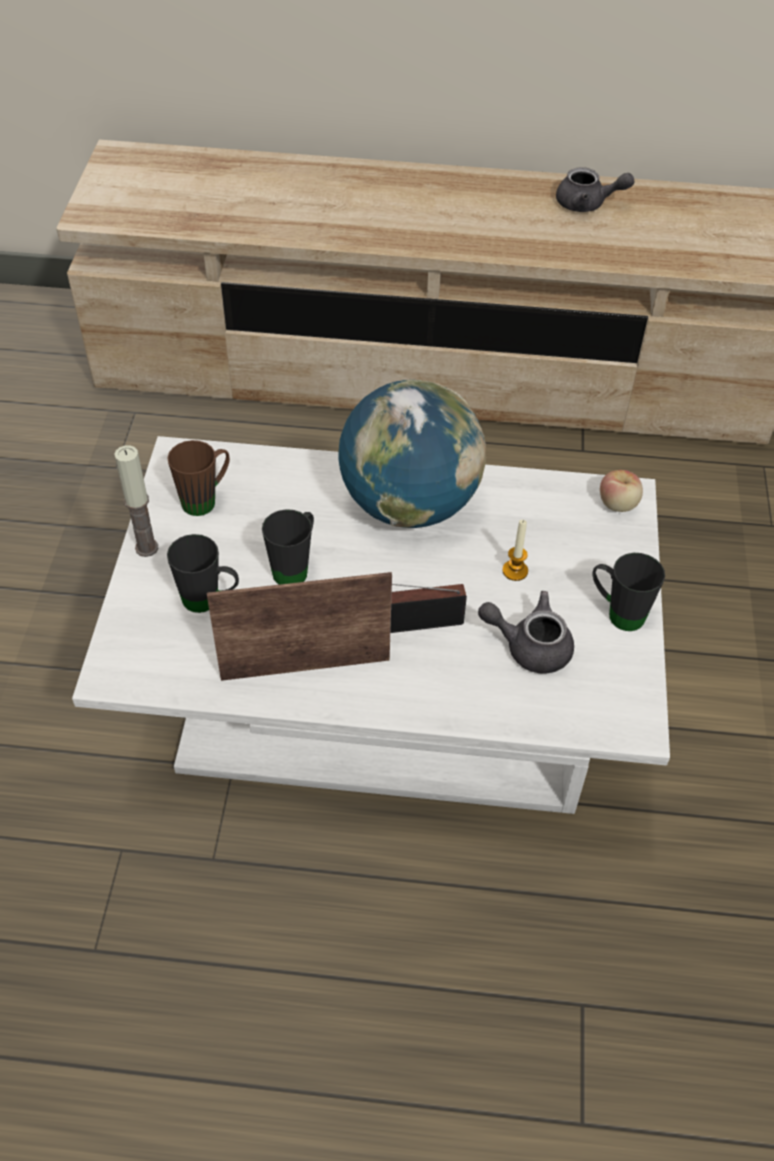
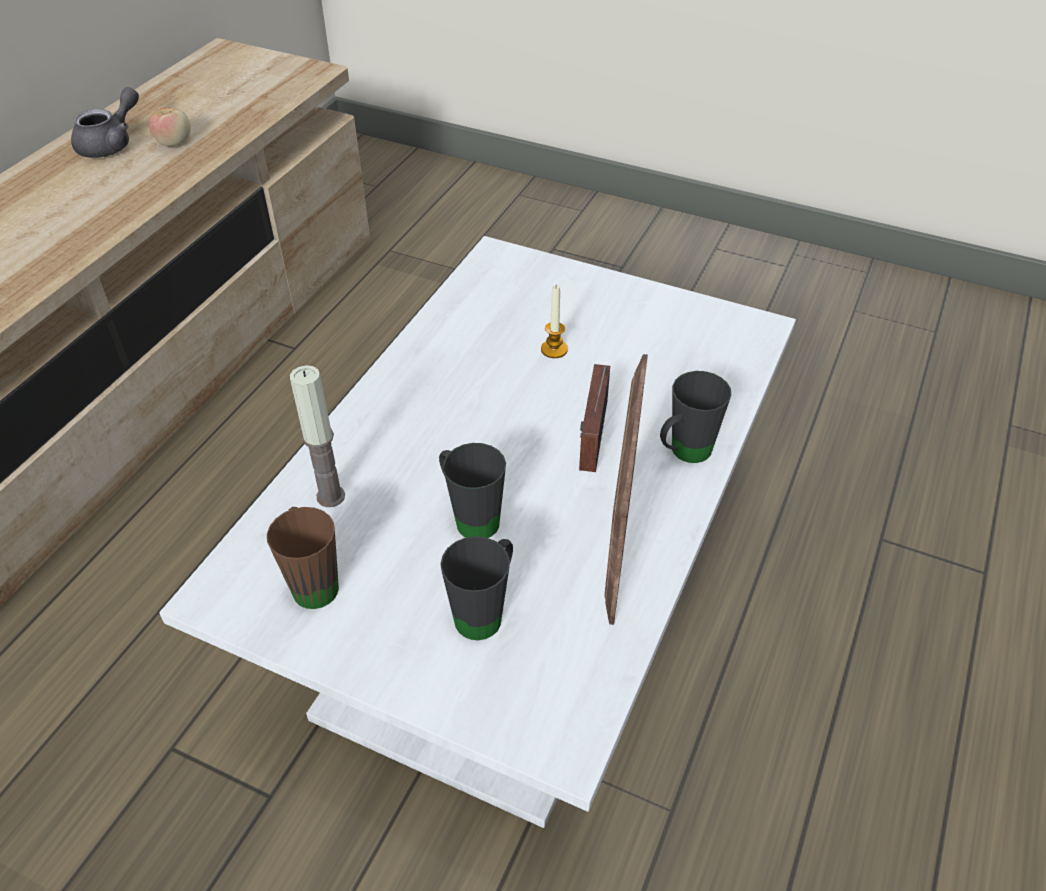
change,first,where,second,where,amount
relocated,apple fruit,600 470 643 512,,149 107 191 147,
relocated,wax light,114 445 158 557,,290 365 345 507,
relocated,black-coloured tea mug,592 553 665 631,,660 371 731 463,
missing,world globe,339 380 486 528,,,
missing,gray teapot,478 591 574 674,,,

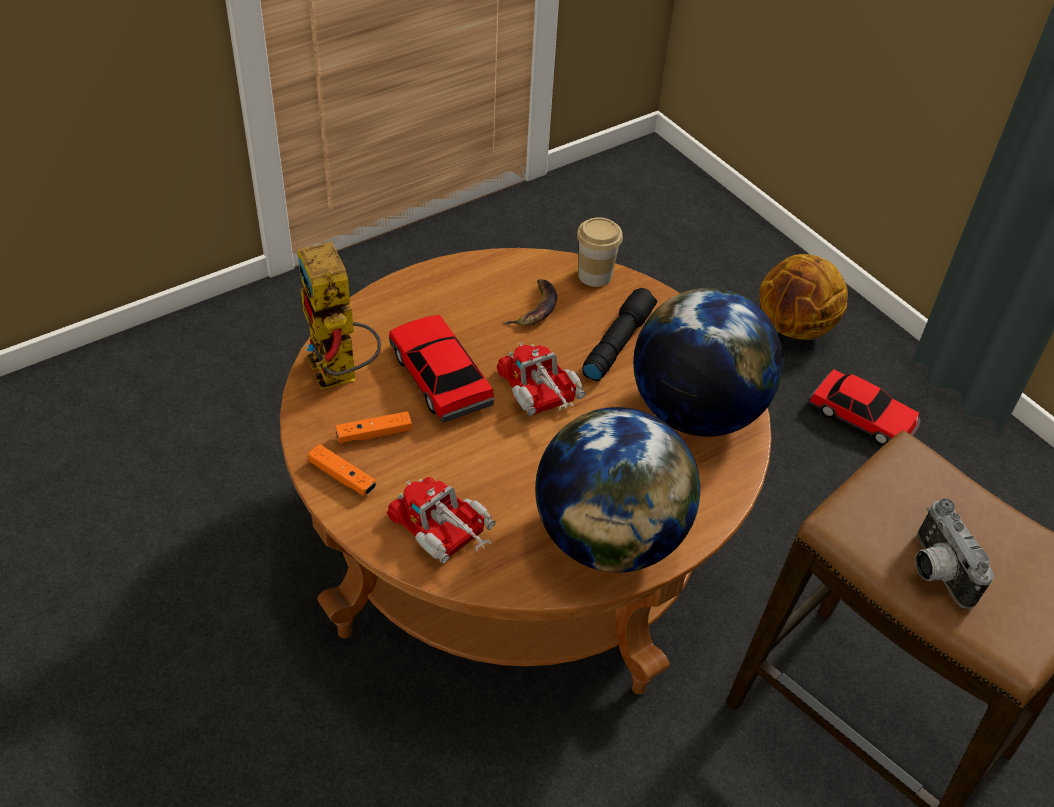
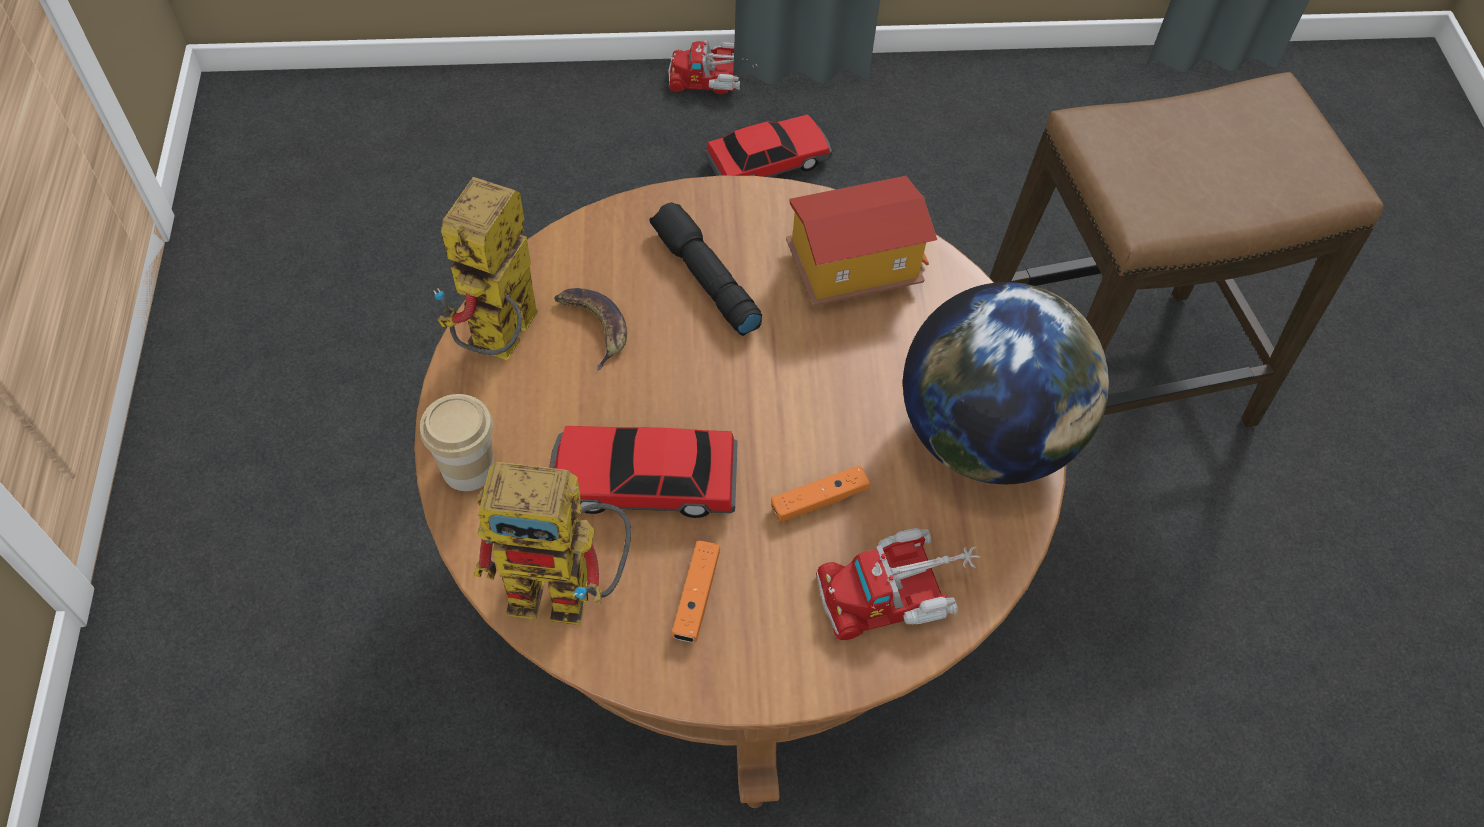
change,first,where,second,where,amount
relocated,cup,577 217 623 287,,420 394 494 491,
appeared,,,robot figure,433 177 538 360,
relocated,toy lorry,497 342 586 416,,669 40 758 94,
relocated,orange joypad,308 444 376 496,,771 465 870 522,
exchanged,world globe,633 288 783 437,miniature house,786 176 937 306,
missing,ball for basketball,759 254 848 340,,,
missing,still camera,915 498 994 609,,,

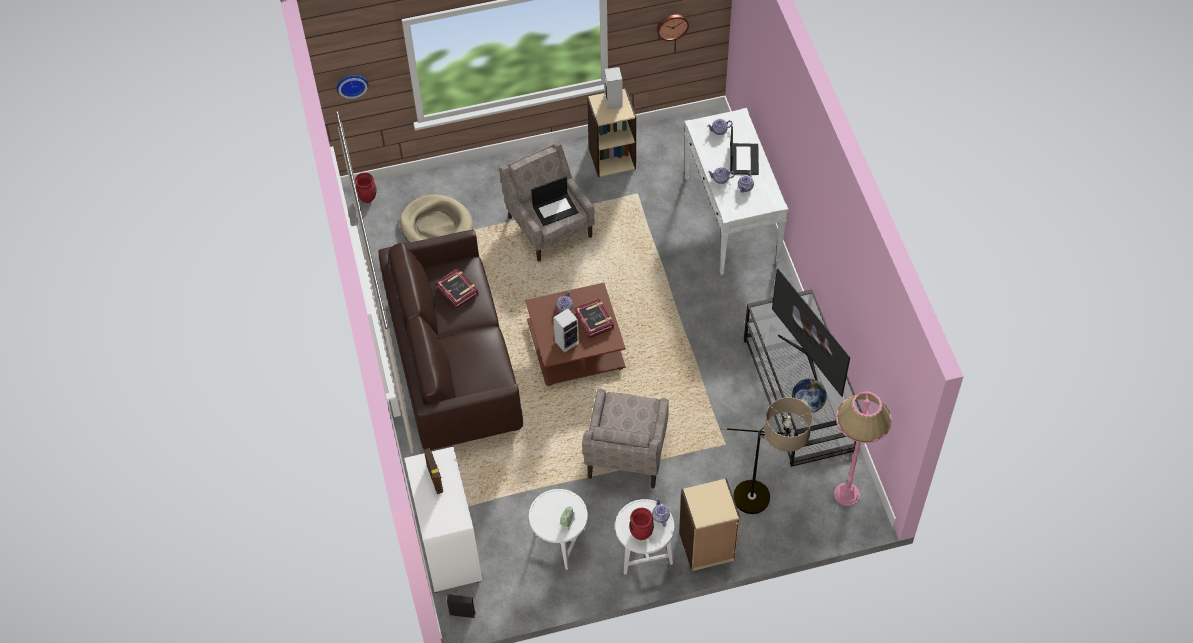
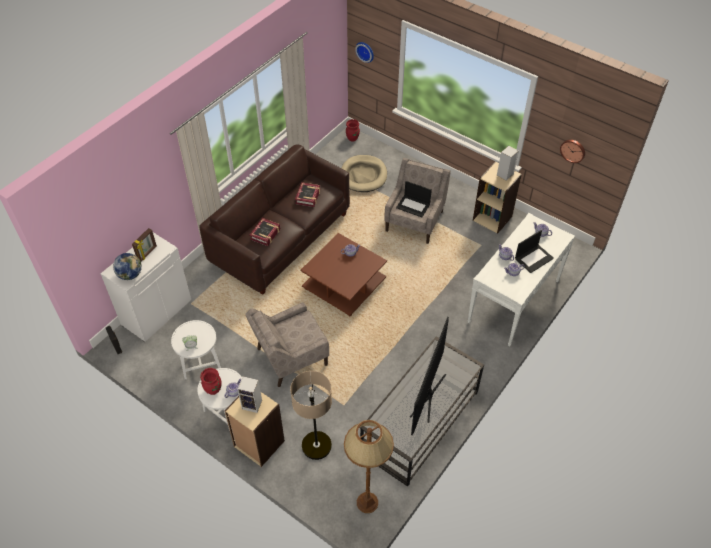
change,first,where,second,where,amount
relocated,world globe,792 379 827 413,,113 253 142 280,
relocated,speaker,553 308 579 353,,237 376 262 413,
relocated,volume,574 298 614 339,,249 218 280 246,
colour,pinkish standing lamp,834 391 892 506,brown standing lamp,344 420 394 513,

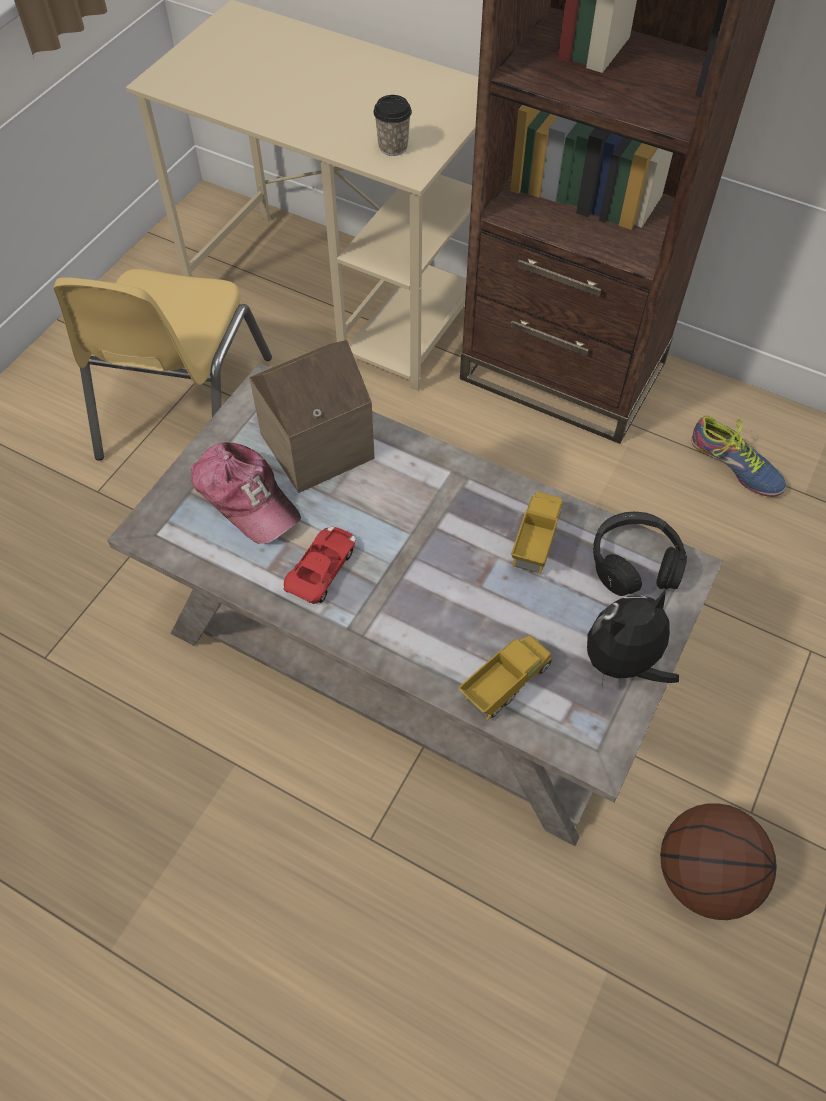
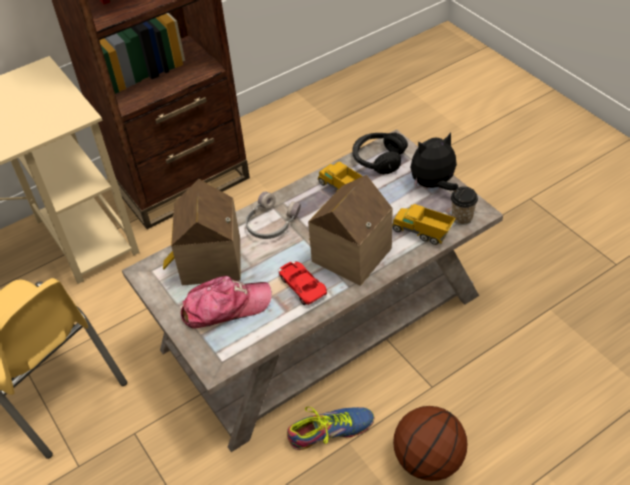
change,first,where,second,where,amount
appeared,,,gray headphones,246 191 301 239,
relocated,item of footwear,691 416 786 497,,287 407 375 450,
appeared,,,miniature house,308 175 393 286,
spun,toy lorry,458 635 552 720,,392 204 456 245,45 degrees counterclockwise
relocated,ball for basketball,660 803 777 920,,393 406 467 481,
spun,soft toy,587 589 679 683,,410 133 459 191,75 degrees clockwise
relocated,cup,373 95 412 156,,451 186 478 225,

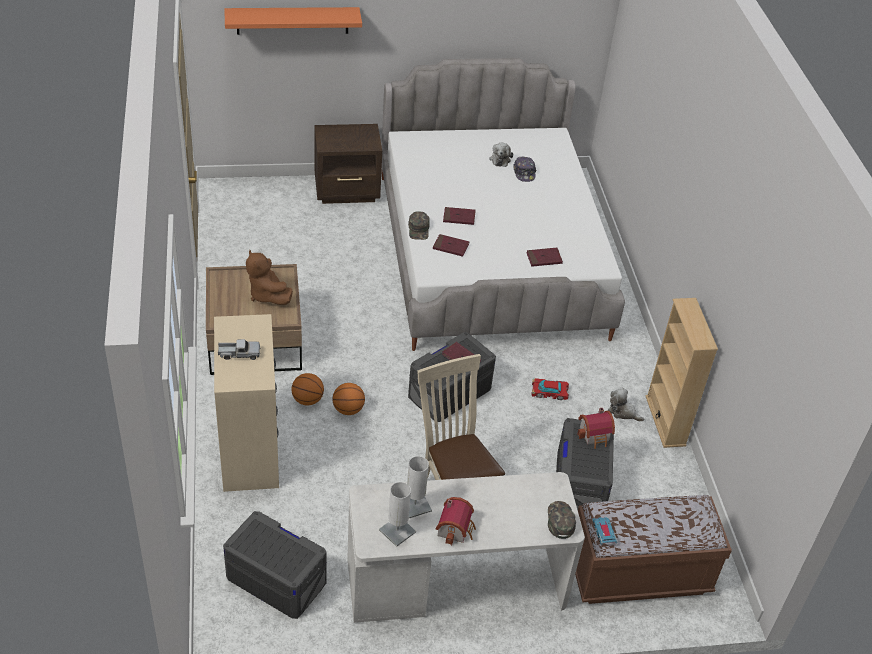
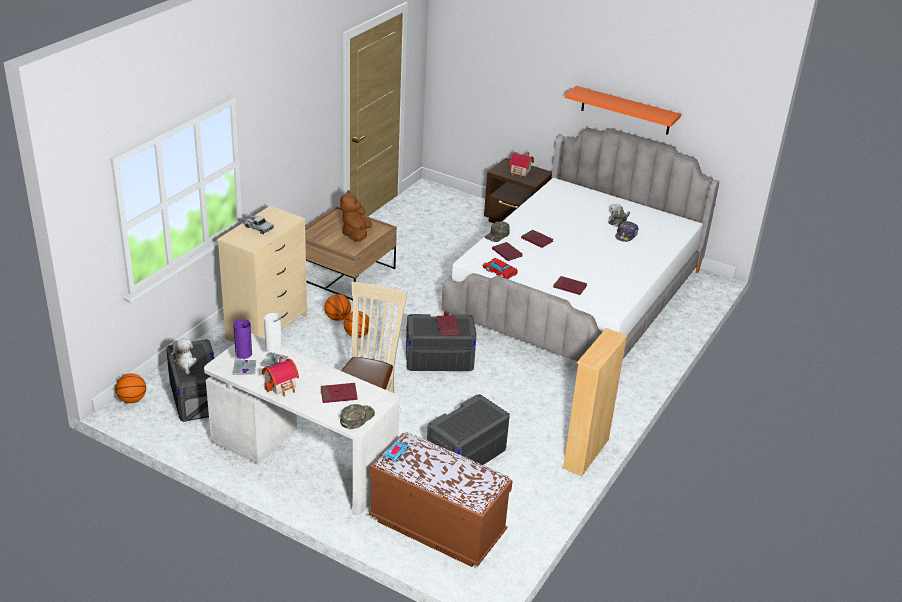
change,first,where,second,where,amount
appeared,,,ball for basketball,115 373 146 403,
relocated,soft toy,608 387 644 421,,170 338 197 375,
colour,white table lamp,379 482 416 547,purple-coloured table lamp,233 319 256 375,
appeared,,,reddish volume,321 383 358 403,
relocated,miniature car,532 378 569 400,,482 258 518 279,
relocated,miniature house,577 408 615 449,,509 152 534 177,
relocated,orange shelf,225 7 362 35,,565 86 681 135,

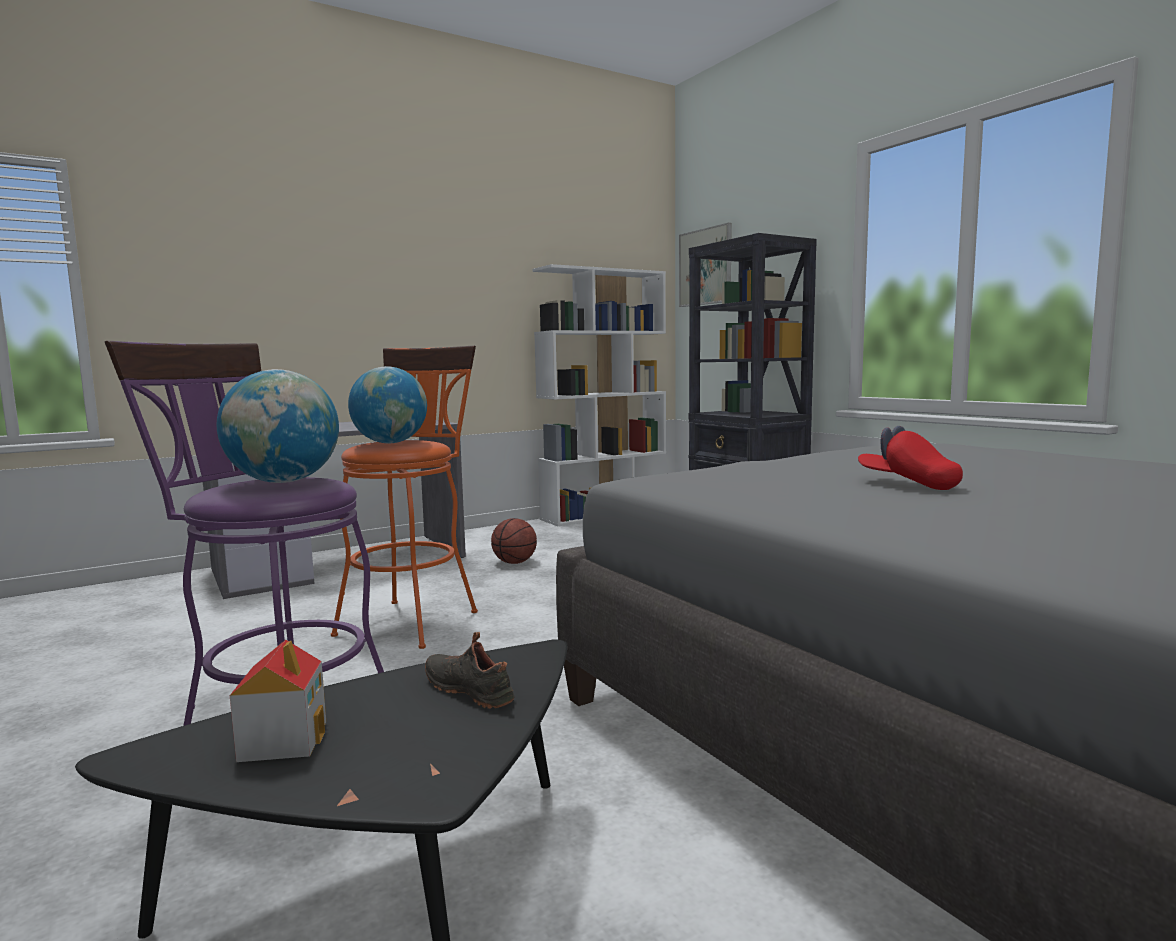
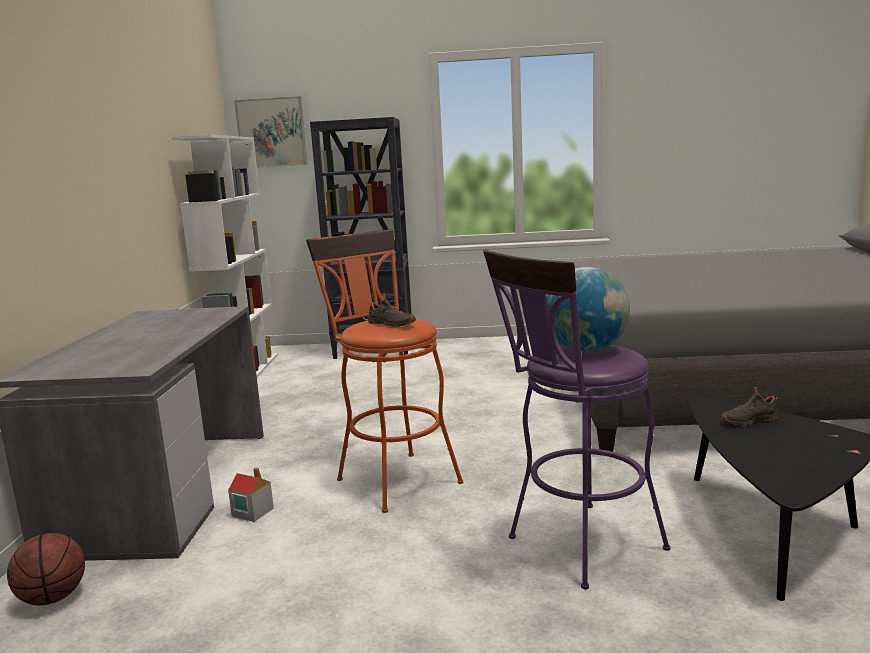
change,first,where,second,where,amount
relocated,ball for basketball,491 518 537 564,,7 533 85 606,
relocated,miniature house,230 640 326 762,,228 467 274 522,
exchanged,world globe,348 366 427 443,black-coloured item of footwear,368 294 416 327,
missing,reddish baseball cap,858 426 963 490,,,

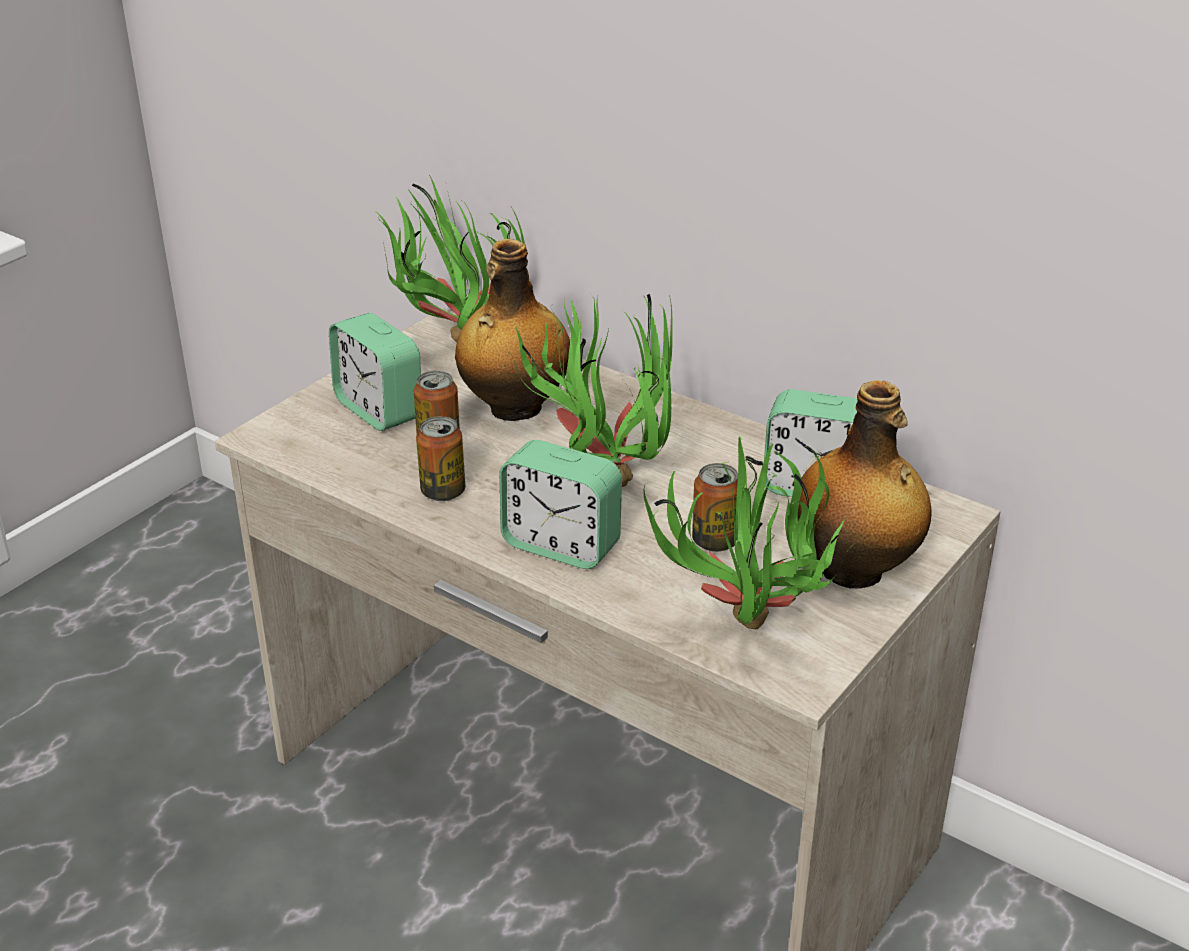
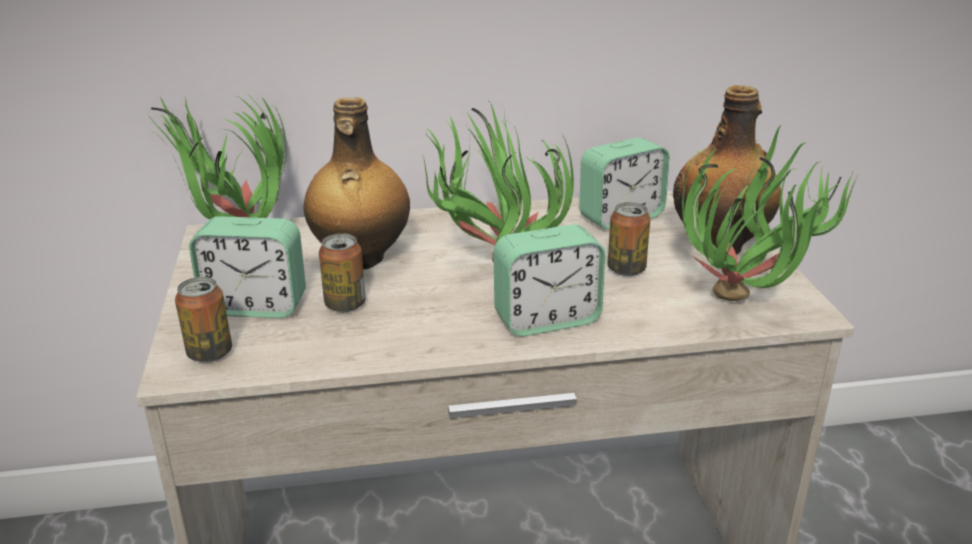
change,first,where,second,where,amount
relocated,can,416 416 465 501,,175 277 232 363,

